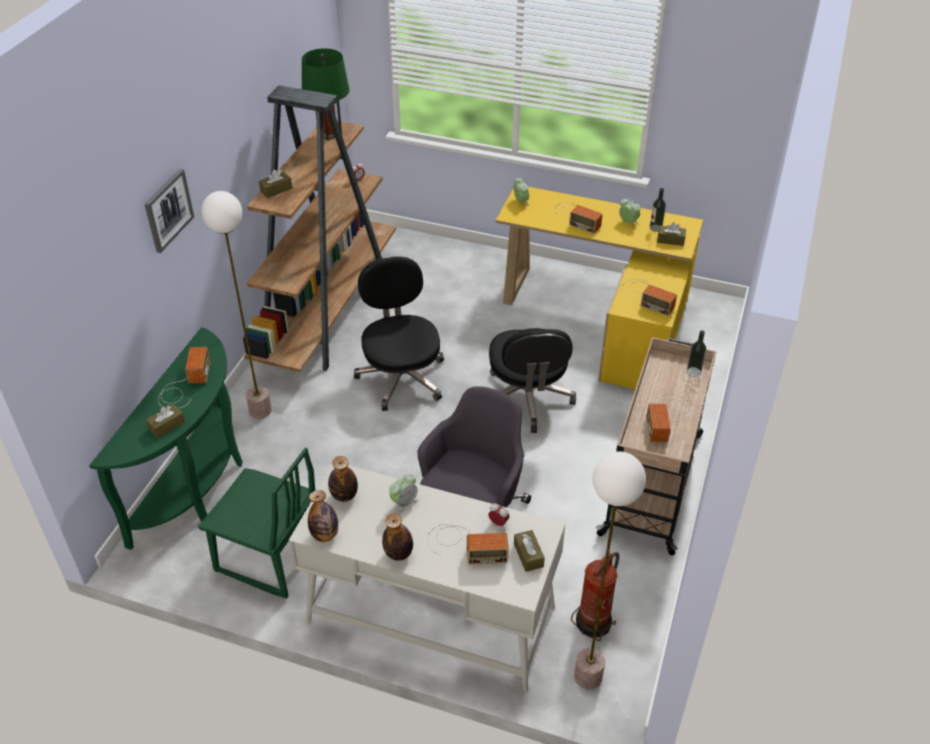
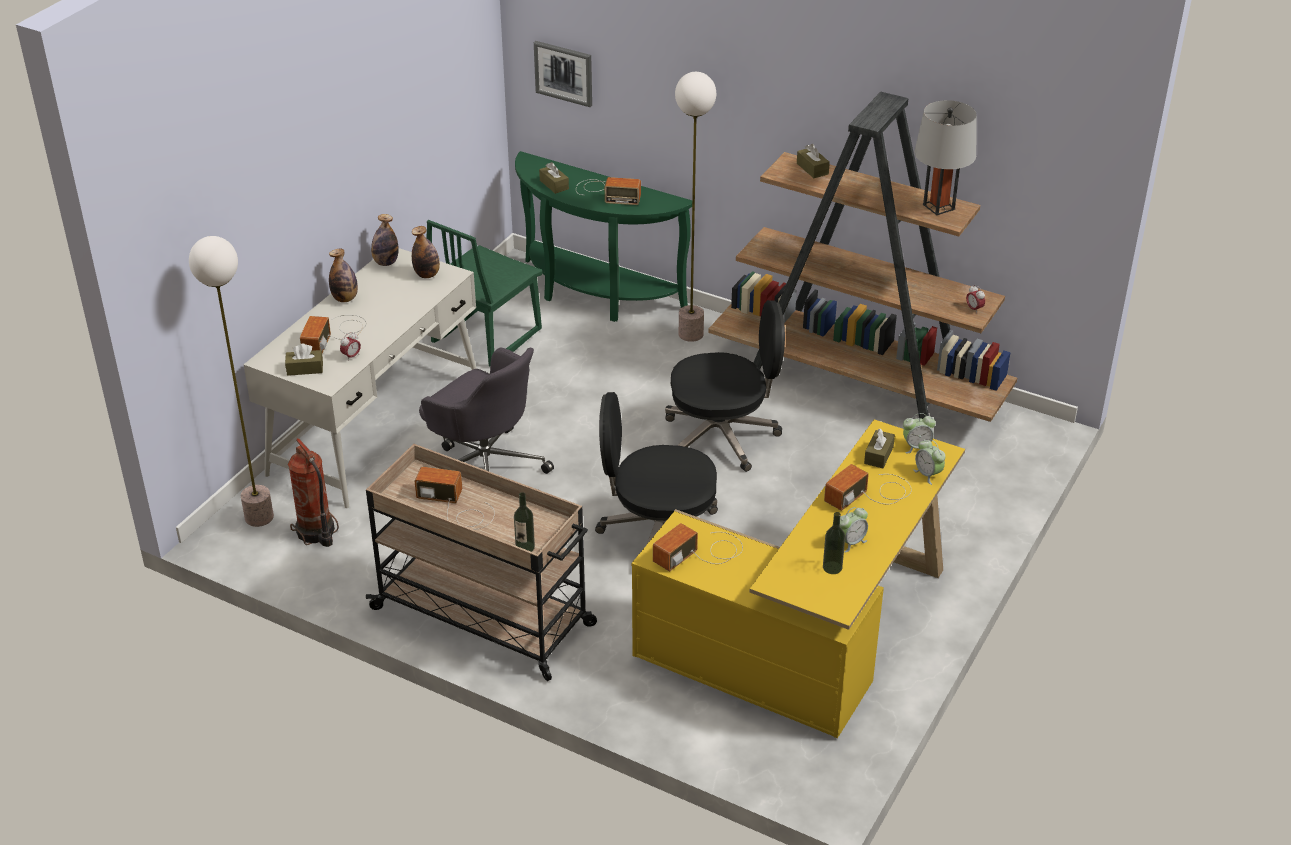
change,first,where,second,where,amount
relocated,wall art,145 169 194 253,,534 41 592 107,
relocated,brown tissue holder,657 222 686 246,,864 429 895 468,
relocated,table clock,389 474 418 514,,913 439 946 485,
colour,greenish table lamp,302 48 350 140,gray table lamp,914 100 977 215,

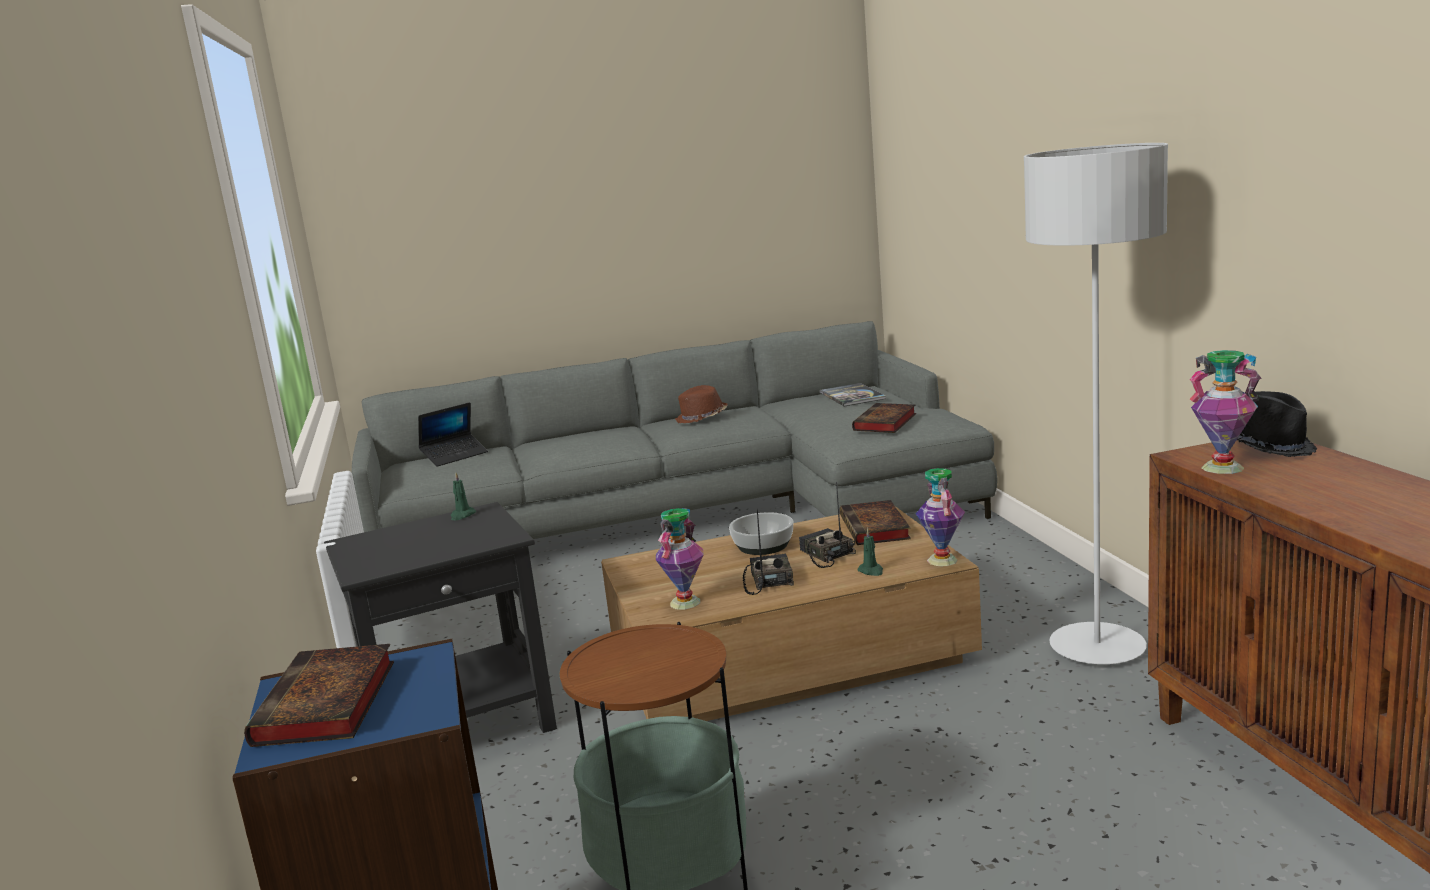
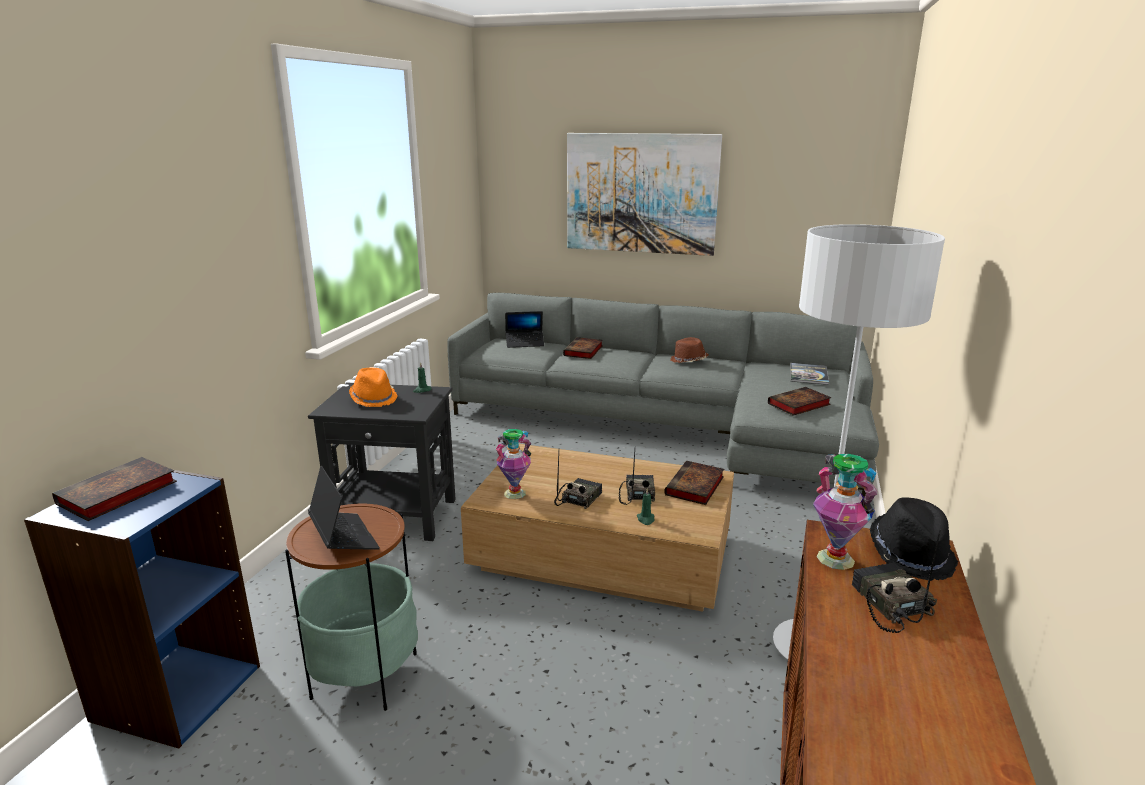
change,first,where,second,where,amount
appeared,,,notebook computer,308 466 380 549,
appeared,,,orange wearable hat,349 368 398 407,
appeared,,,volume,563 337 603 359,
appeared,,,wall art,567 133 722 256,
appeared,,,radio receiver,852 529 941 633,
missing,bowl,729 512 793 555,,,
missing,decorative vase,916 468 965 566,,,

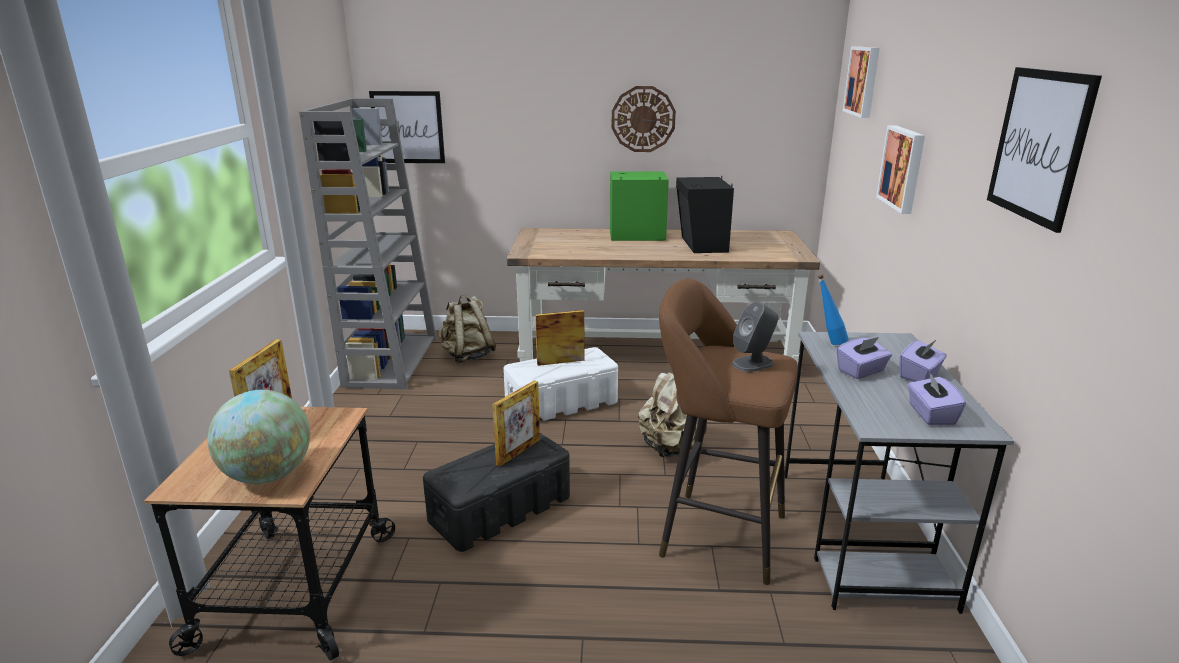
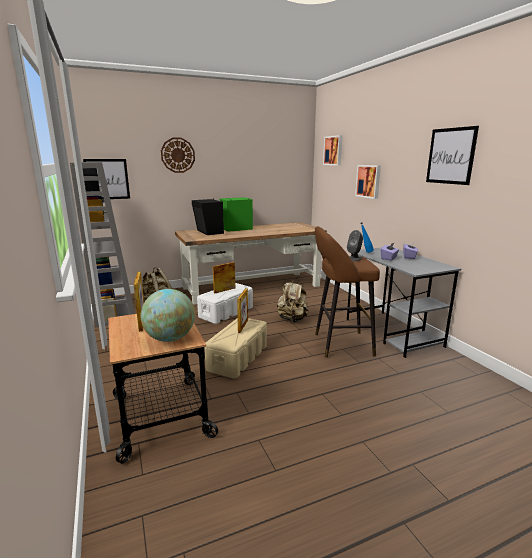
change,first,where,second,where,amount
relocated,clock on the wall,611 86 676 152,,161 137 195 173,
relocated,black-coloured speaker,676 176 734 253,,192 198 224 235,
colour,black-coloured storage container,423 433 570 552,beige storage container,204 318 267 379,
missing,purple-coloured tissue holder,908 372 966 425,,,

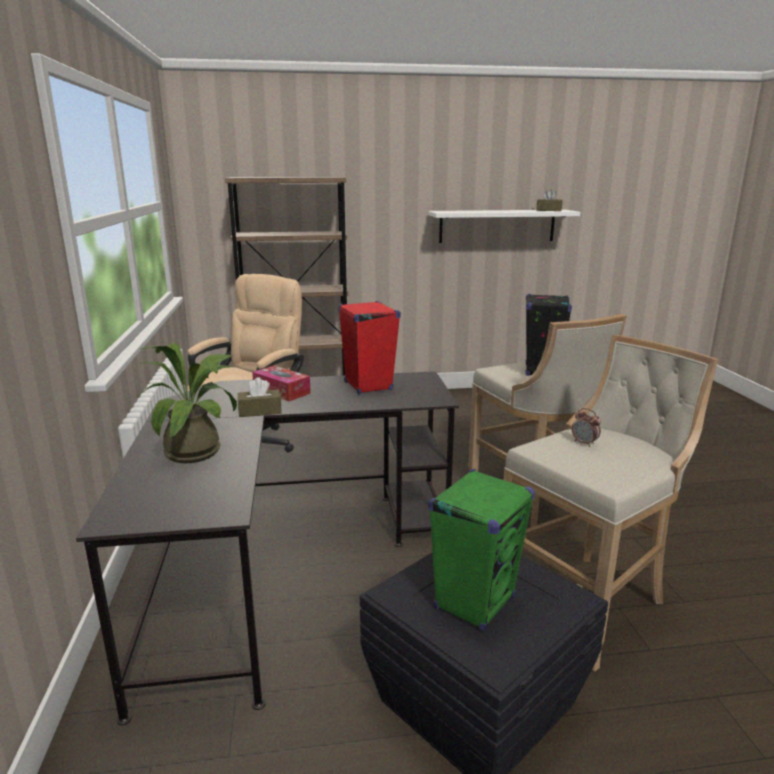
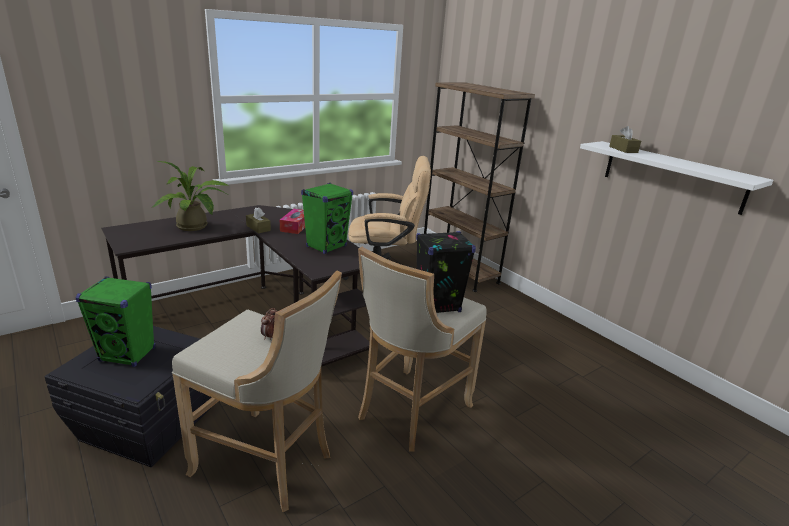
change,first,where,second,where,amount
colour,reddish speaker,338 301 401 395,greenish speaker,301 183 353 254,
relocated,brown tissue holder,536 189 563 211,,609 126 641 153,

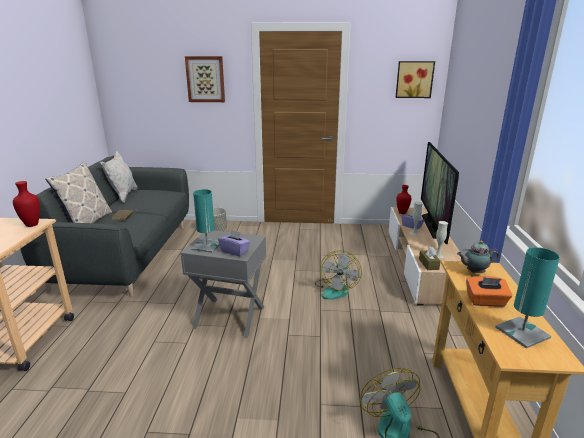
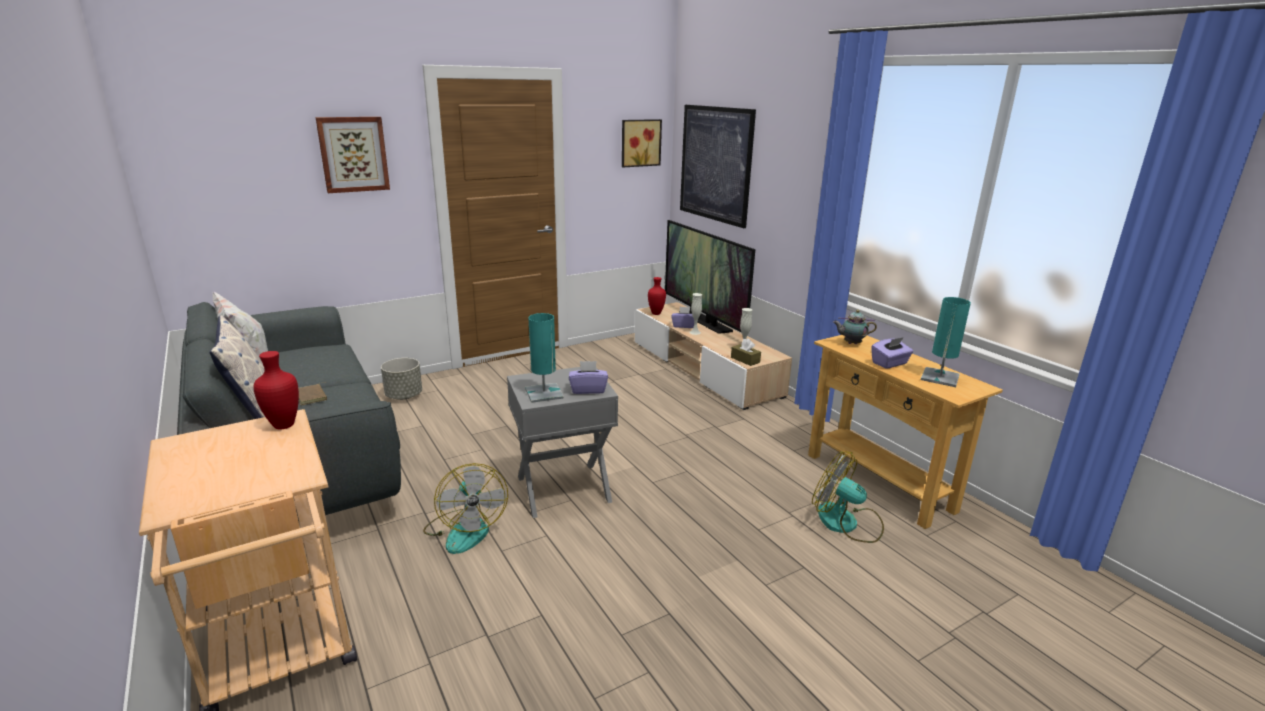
change,first,where,second,where,amount
relocated,electric fan,315 250 362 300,,423 463 508 554,
appeared,,,wall art,680 105 756 228,
spun,teapot,457 241 499 273,,833 310 877 344,45 degrees clockwise
colour,orange tissue holder,466 276 512 307,purple-coloured tissue holder,871 337 913 369,

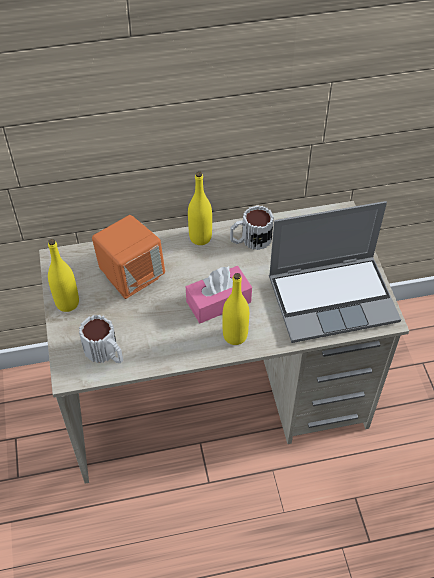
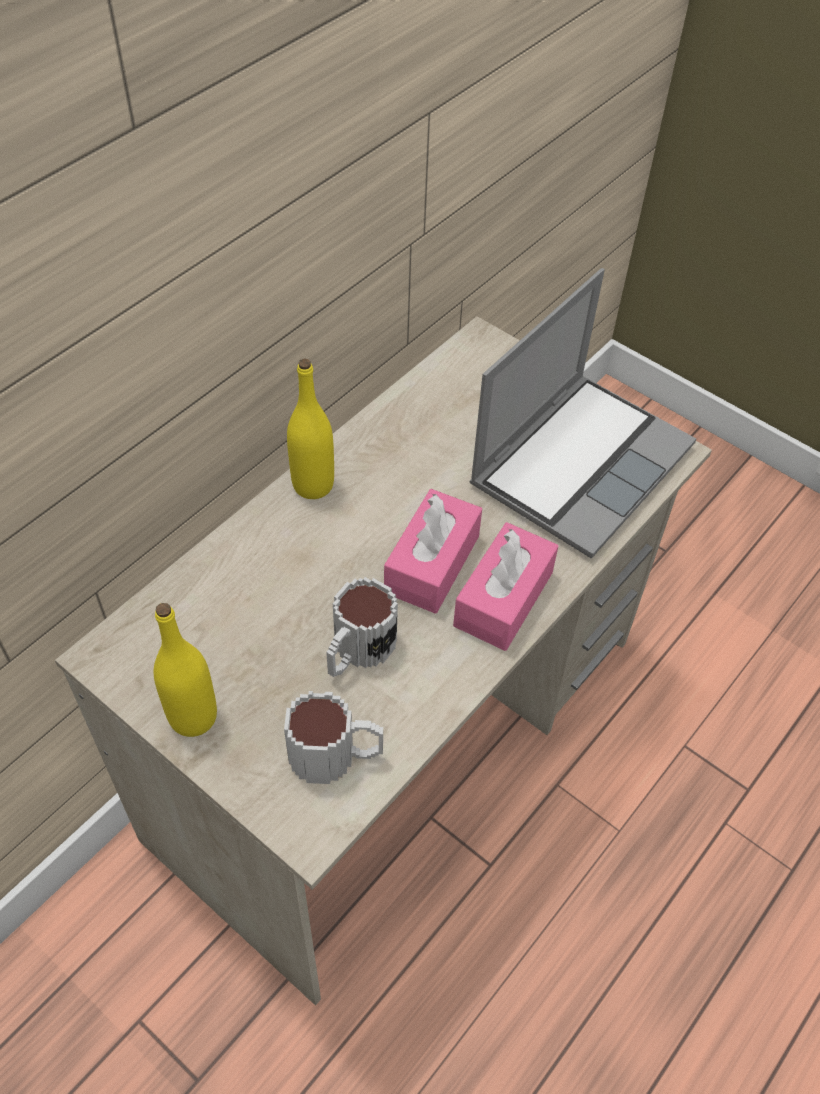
change,first,where,second,where,amount
relocated,tea mug,230 205 274 250,,326 577 398 677,
exchanged,yellowish drink bottle,222 273 249 345,pinkish tissue holder,453 522 558 651,
missing,orange speaker,92 215 165 299,,,

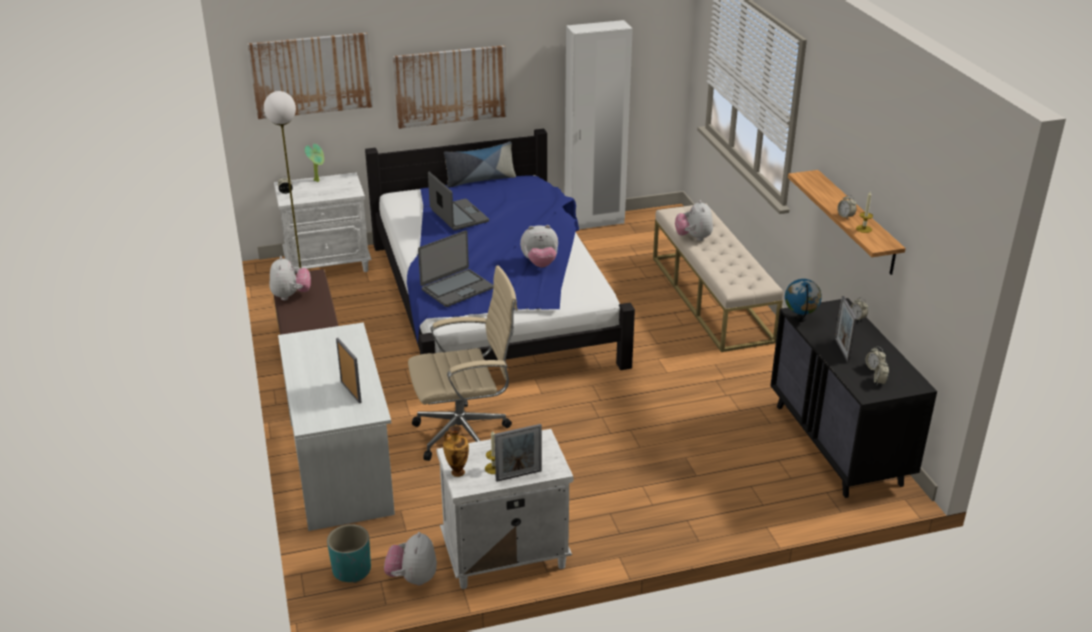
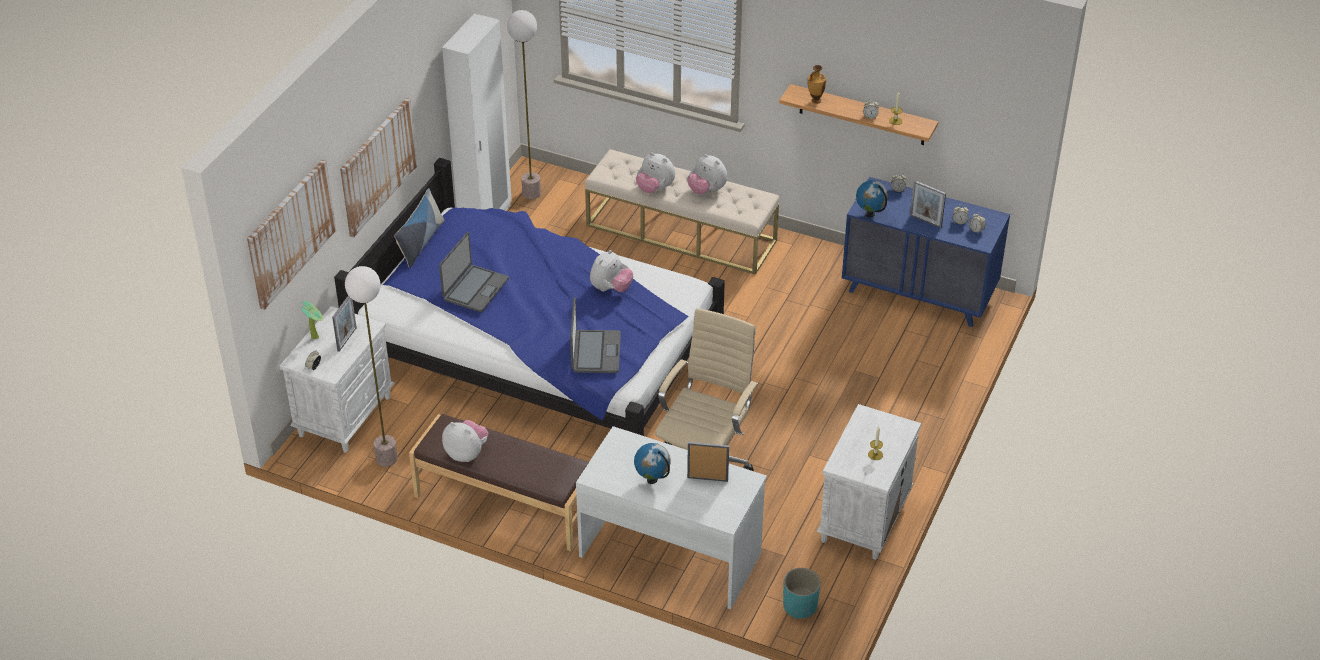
change,first,where,second,where,amount
relocated,standing frame,494 424 542 482,,332 296 357 352,
spun,notebook computer,428 172 489 230,,439 232 509 312,105 degrees clockwise
appeared,,,standing lamp,507 10 541 199,
appeared,,,world globe,634 443 671 484,
relocated,soft toy,384 532 437 585,,687 154 727 195,
relocated,decorative vase,443 425 469 477,,808 65 826 104,
colour,black-coloured chest of drawers,770 298 937 498,bluish chest of drawers,842 177 1010 327,

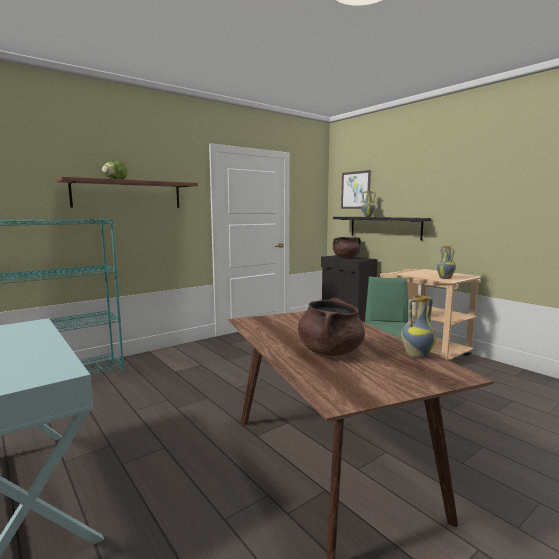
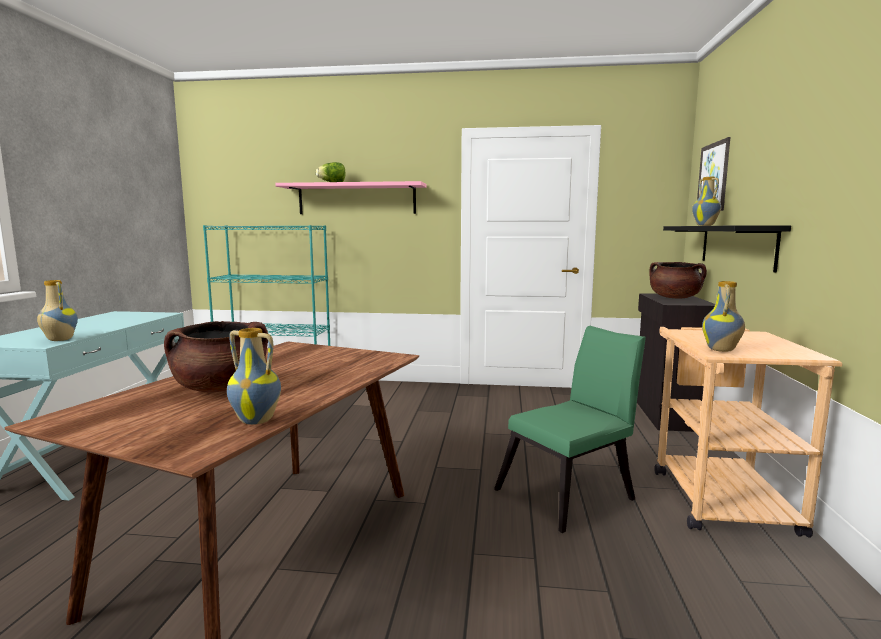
change,first,where,second,where,amount
appeared,,,decorative vase,37 280 78 341,
colour,brown shelf,56 177 198 208,pinkish shelf,275 181 426 214,

